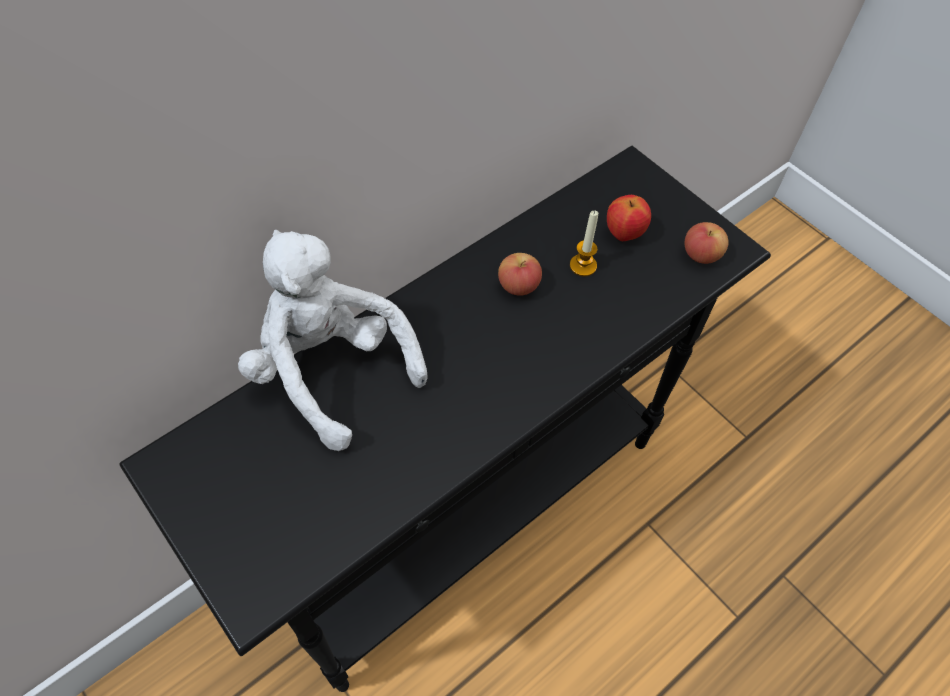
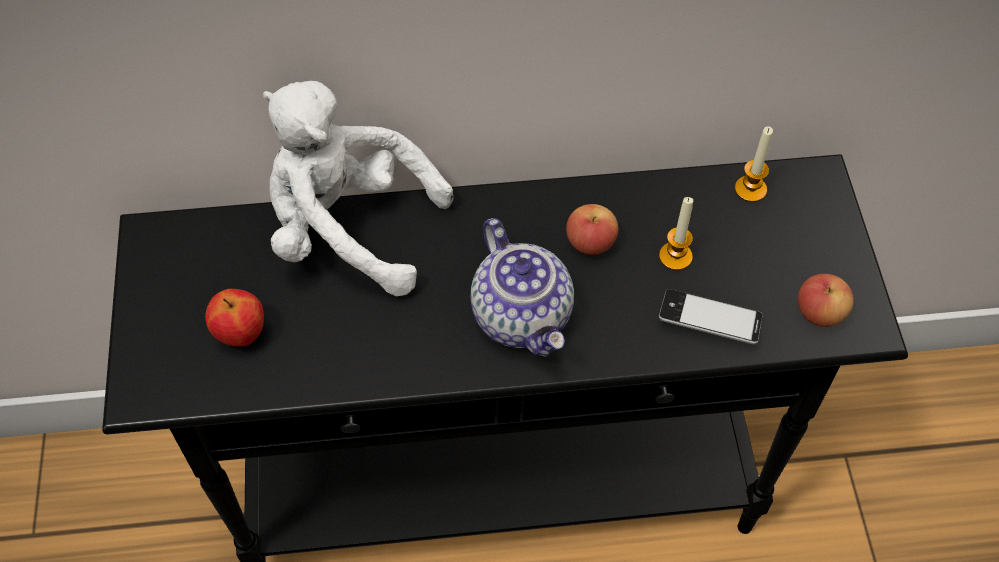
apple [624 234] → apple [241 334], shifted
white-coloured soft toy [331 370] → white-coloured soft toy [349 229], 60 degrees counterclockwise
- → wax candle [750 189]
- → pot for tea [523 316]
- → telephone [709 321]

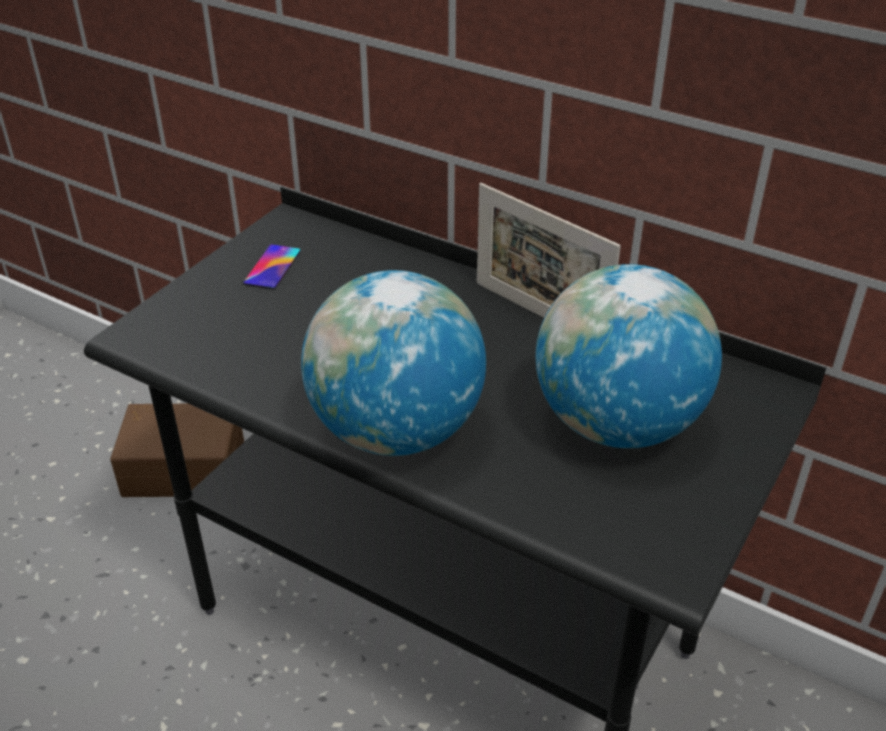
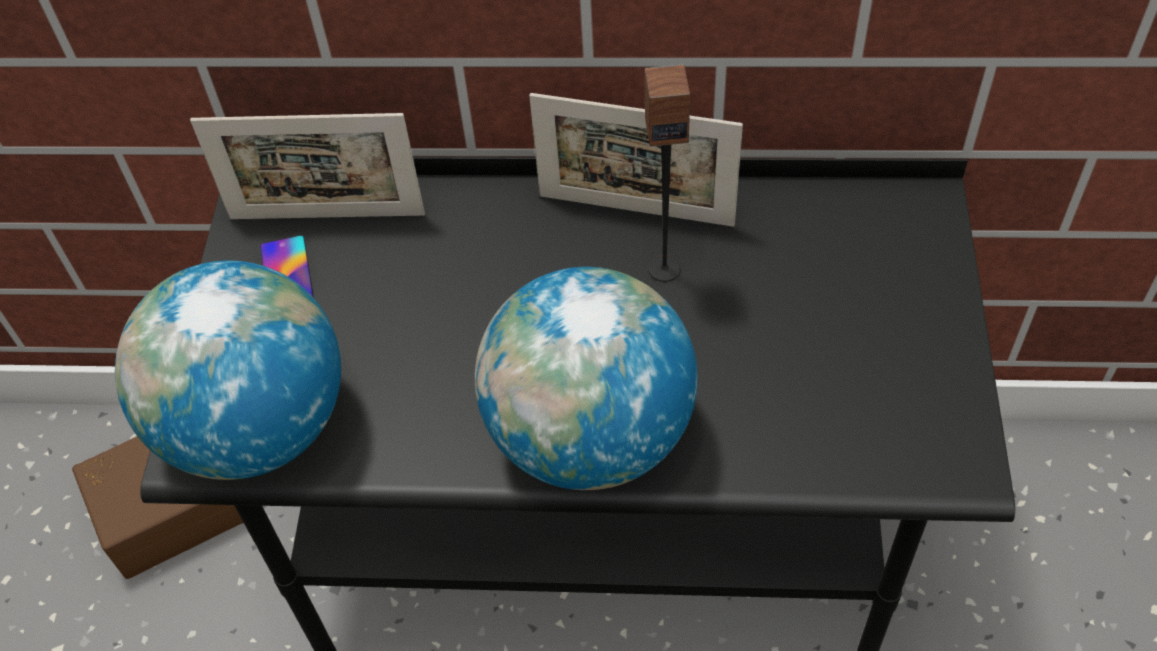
world globe [617 424] → world globe [256 427], shifted
- → audio speaker [664 267]
- → picture frame [327 216]

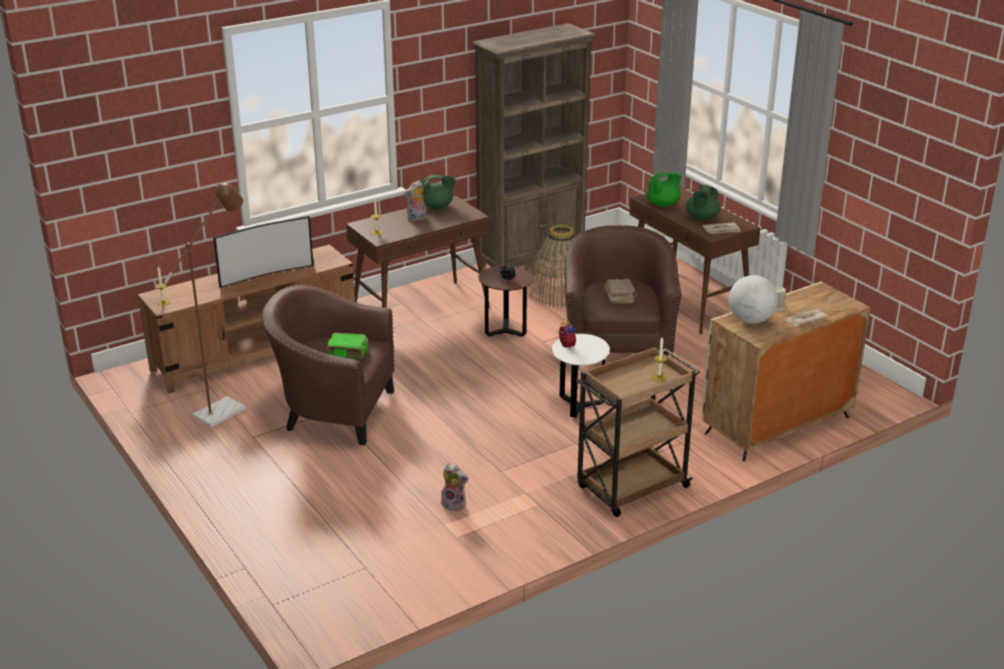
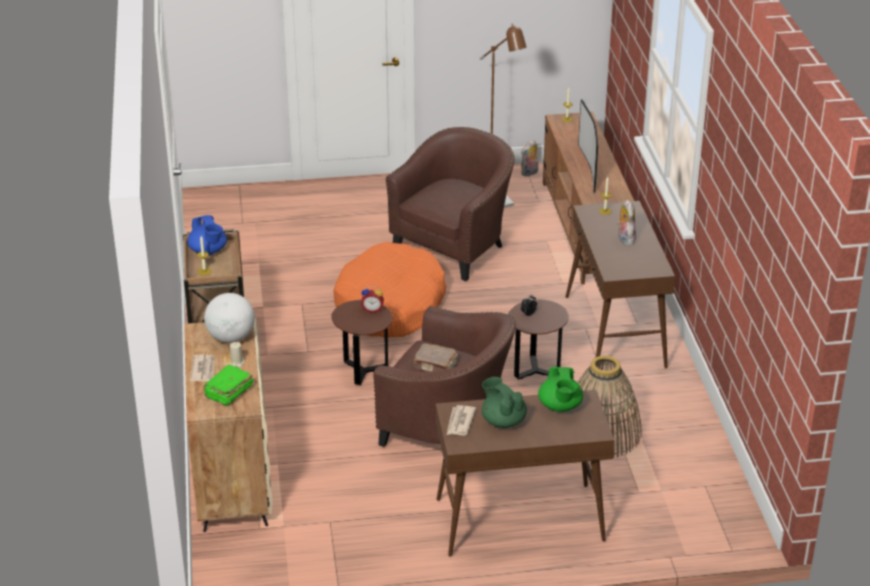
brown-coloured shelving unit [532 260] → -
greenish pot for tea [437 207] → -
greenish volume [348 352] → greenish volume [228 392], shifted
white-coloured side table [578 406] → brown-coloured side table [363 371]
soft toy [455 504] → soft toy [529 173], shifted
- → blue pot for tea [208 251]
- → orange-coloured dog bed [390 306]

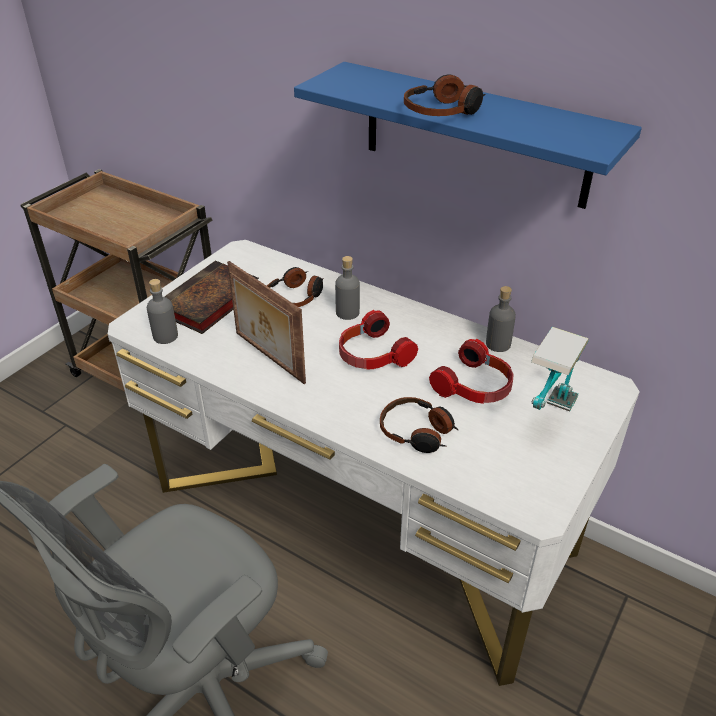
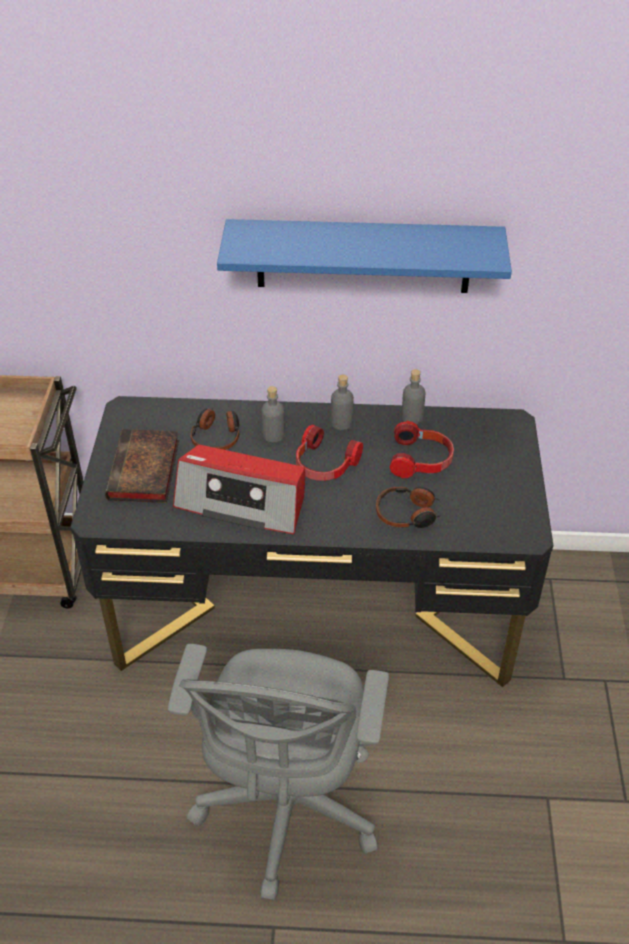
headphones [443 111] → -
white-coloured desk table [359 519] → black-coloured desk table [314 613]
picture frame [268 358] → radio [243 501]
gray drink bottle [165 336] → gray drink bottle [341 422], shifted
table lamp [548 425] → -

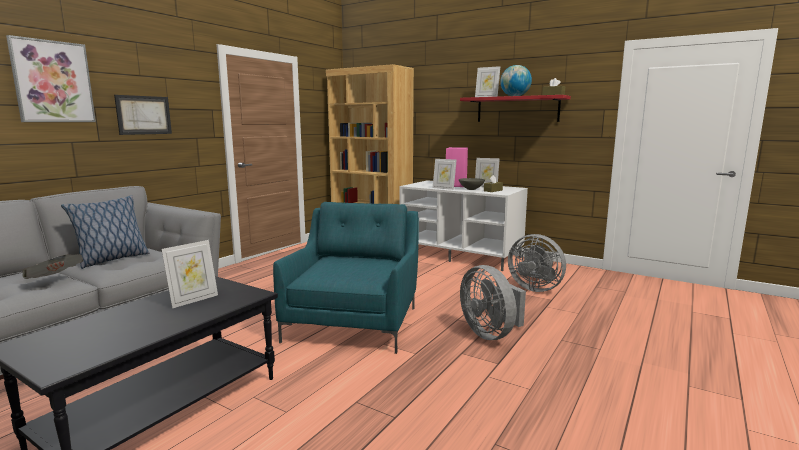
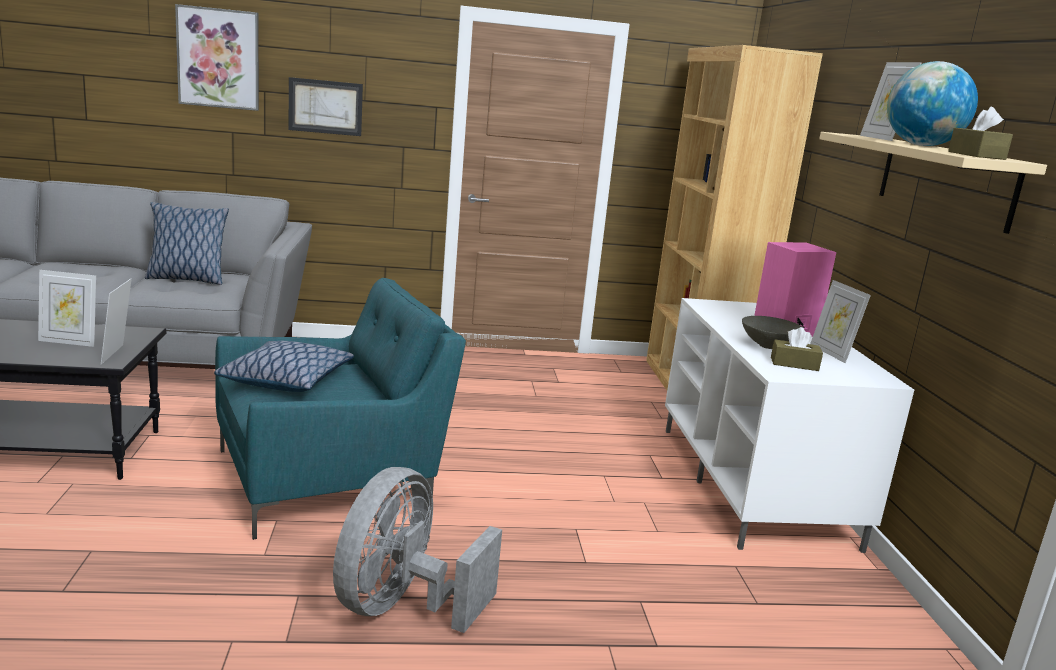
red-coloured bracket shelf [517 109] → beige bracket shelf [944 180]
picture frame [444 188] → picture frame [118 354], shifted
gray fan [535 288] → -
printed paper [55 280] → -
- → throw pillow [286 380]

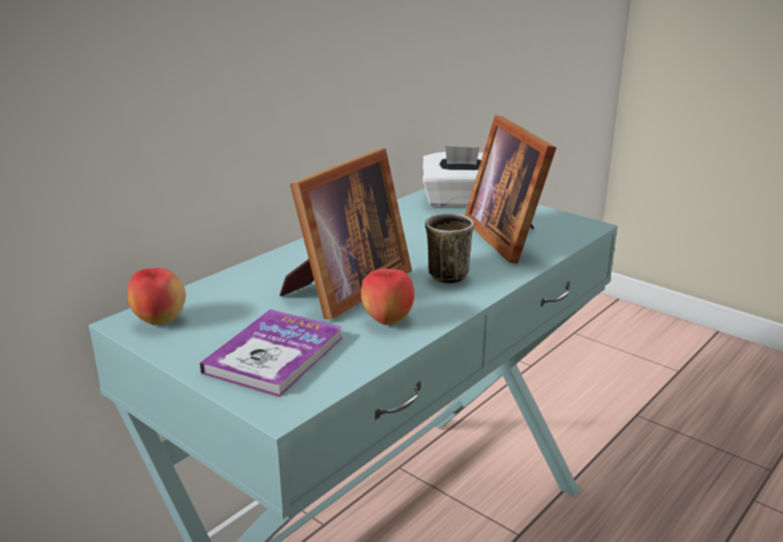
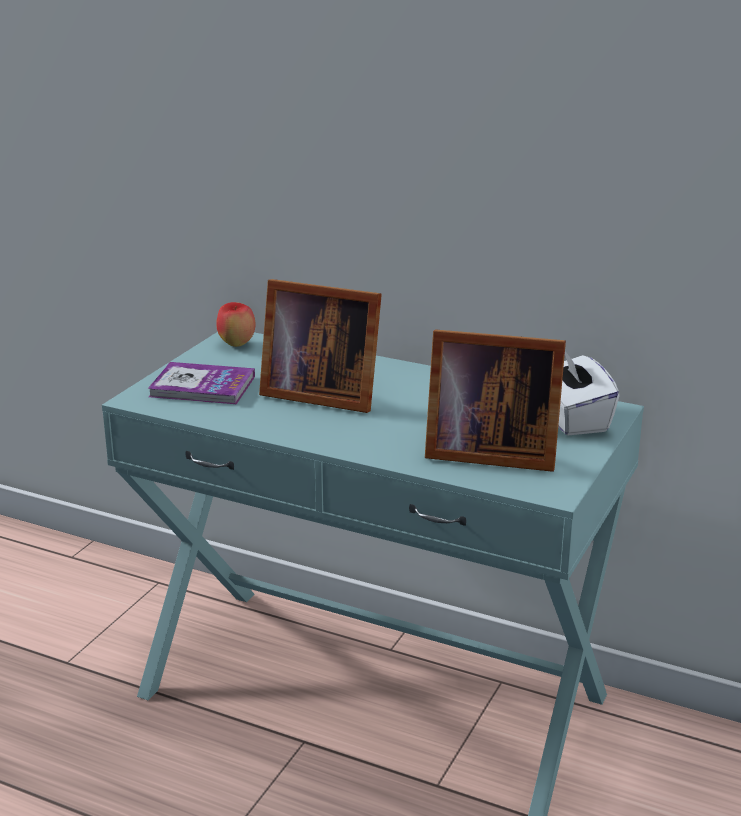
picture frame [509 236] → picture frame [487 451], 135 degrees counterclockwise
mug [445 273] → -
apple [388 321] → -

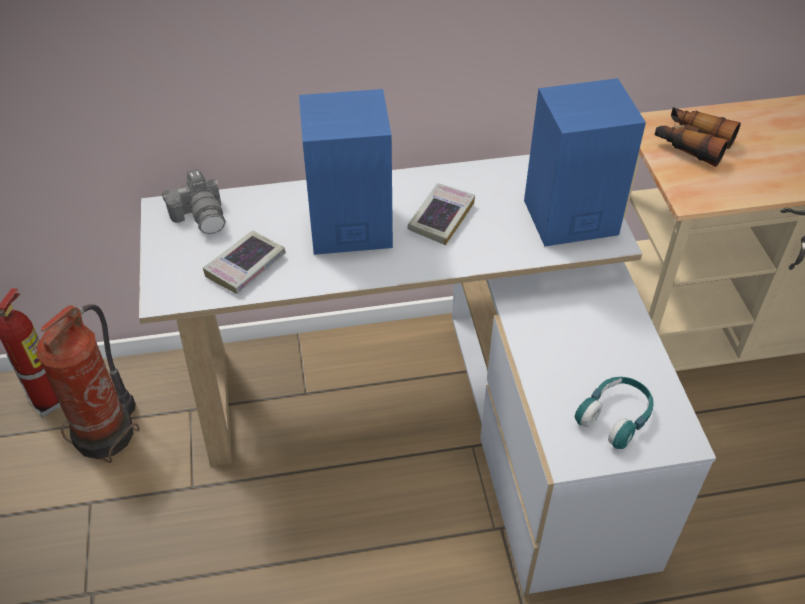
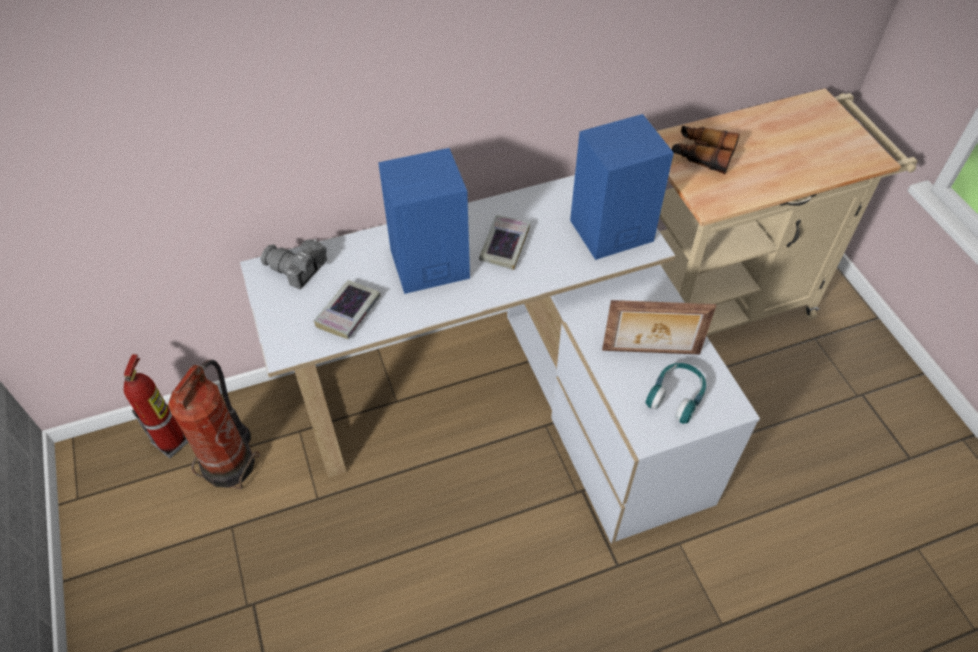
still camera [201 215] → still camera [297 270], 150 degrees clockwise
- → picture frame [651 353]

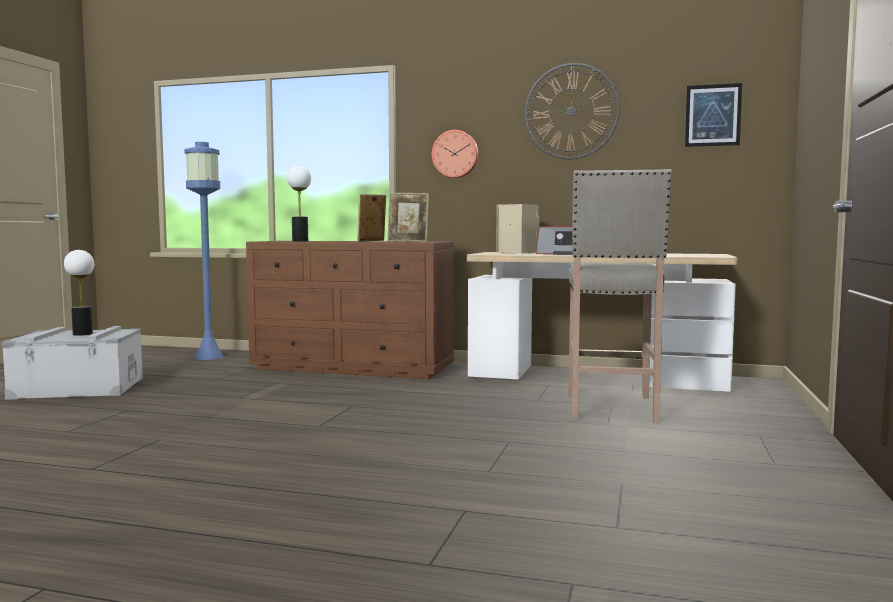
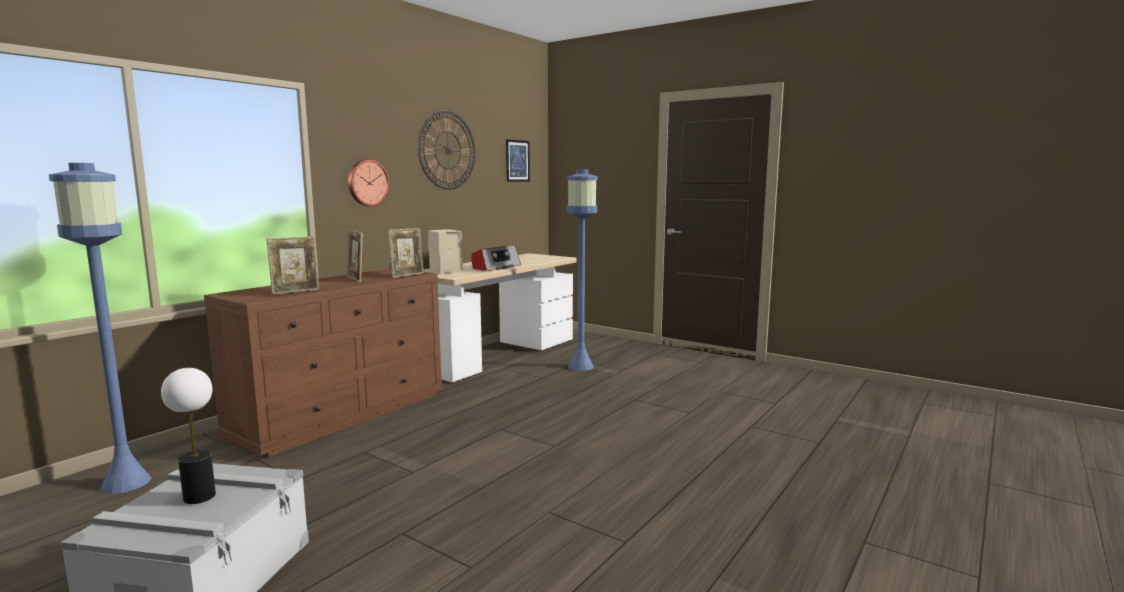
table lamp [300 241] → picture frame [295 292]
beige sitting stool [611 408] → blue standing lamp [581 367]

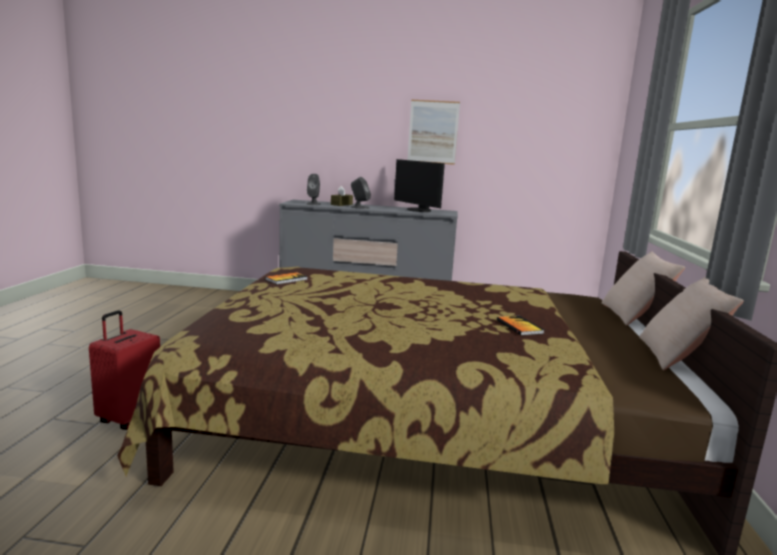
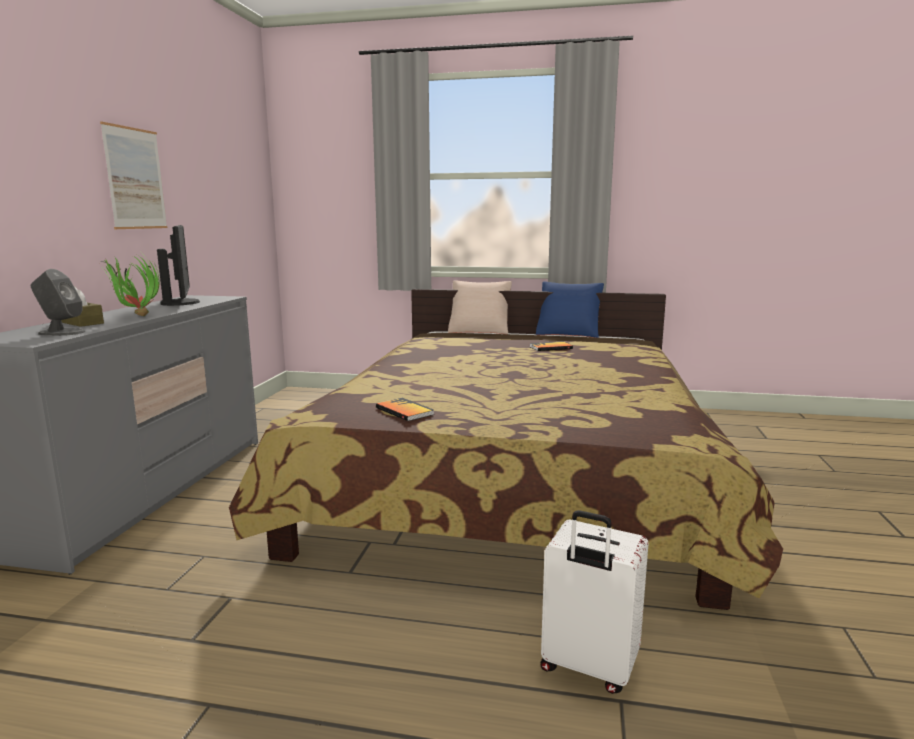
monitor [418 210] → monitor [182 303], 75 degrees counterclockwise
gray audio speaker [359 207] → houseplant [135 317]
beige throw pillow [678 356] → blue throw pillow [568 333]
red-coloured travel case [129 417] → white-coloured travel case [587 668]

